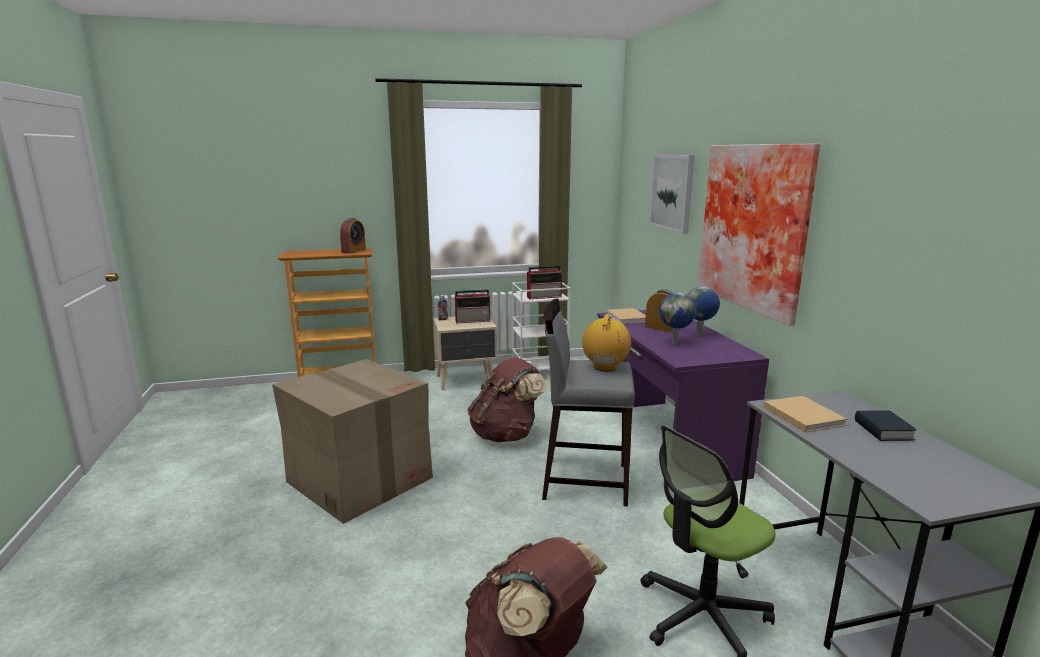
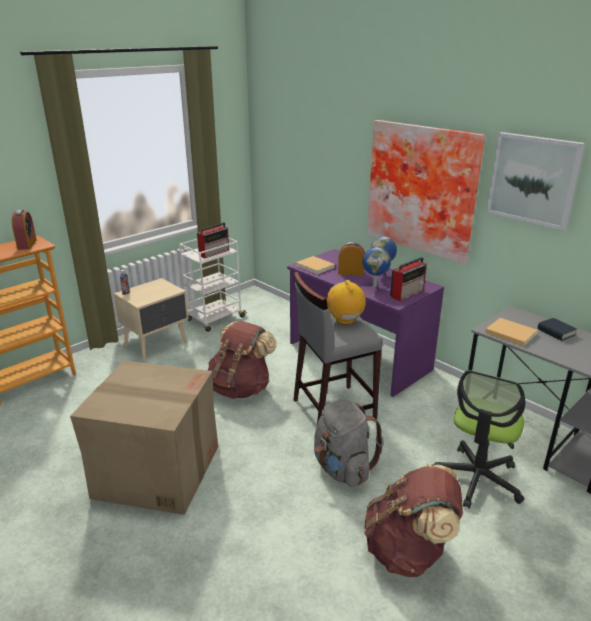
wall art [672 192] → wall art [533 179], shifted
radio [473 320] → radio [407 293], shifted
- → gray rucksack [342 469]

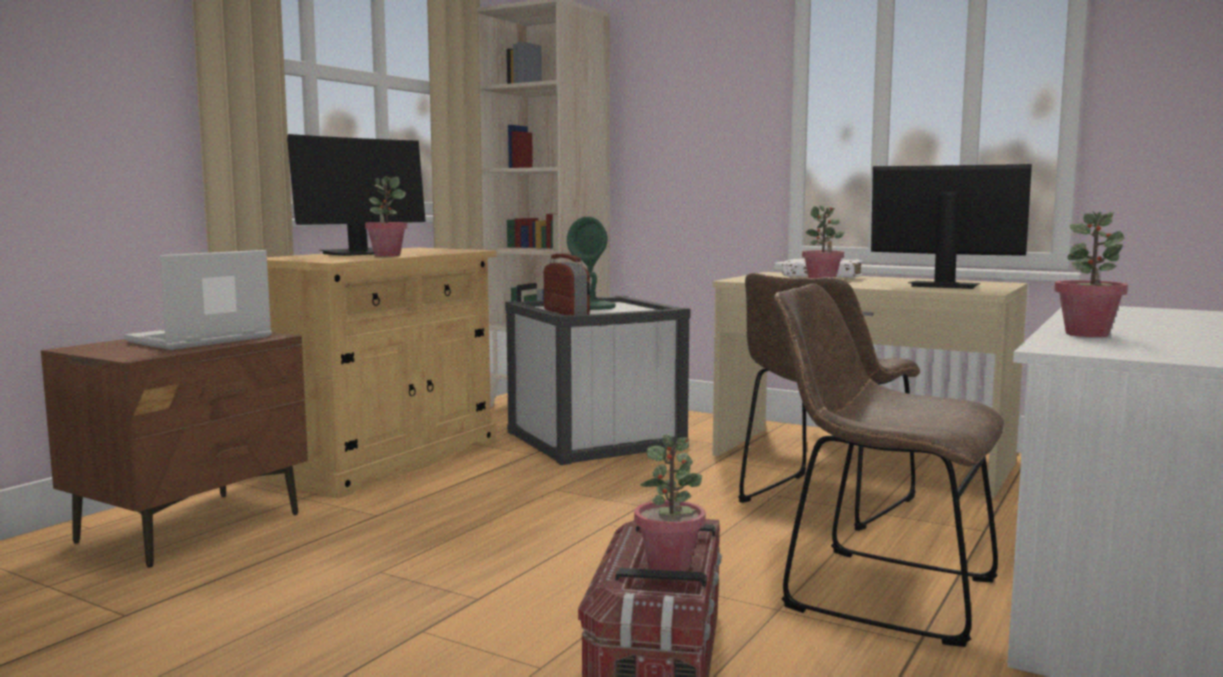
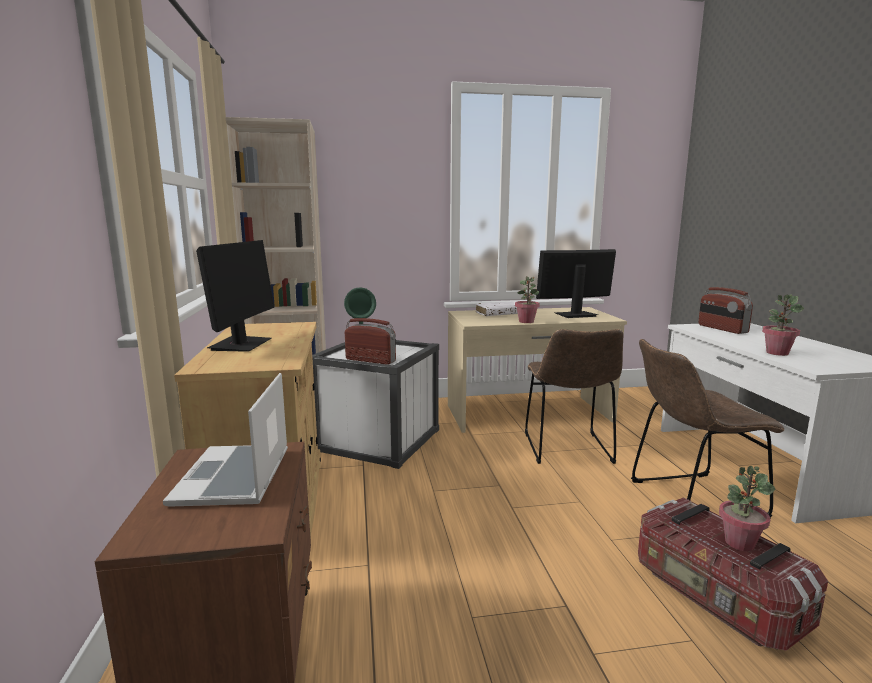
houseplant [387 255] → -
- → radio [722 329]

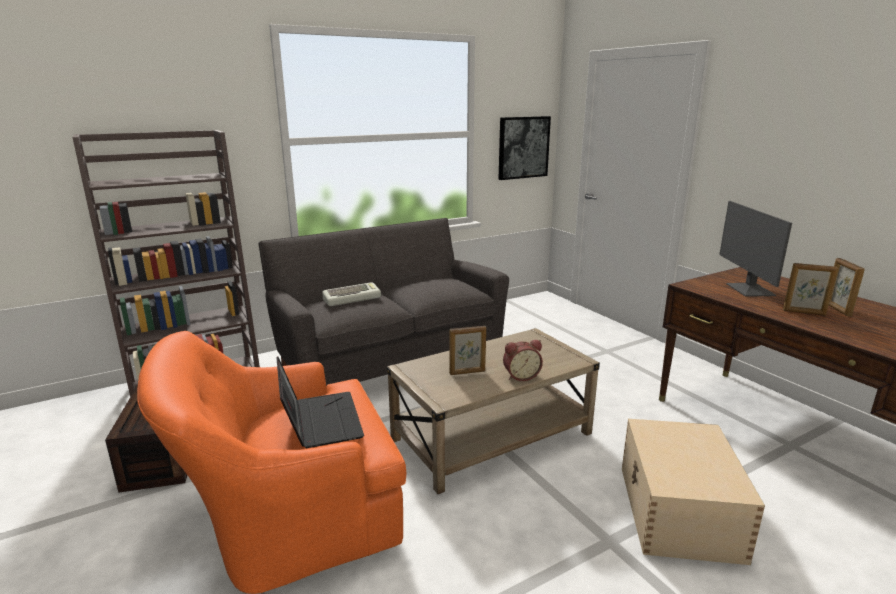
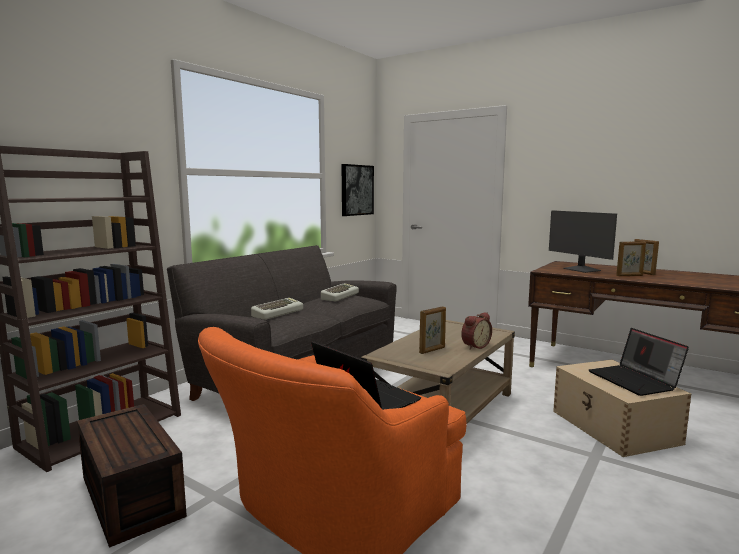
- → keyboard [339 296]
- → laptop [635 381]

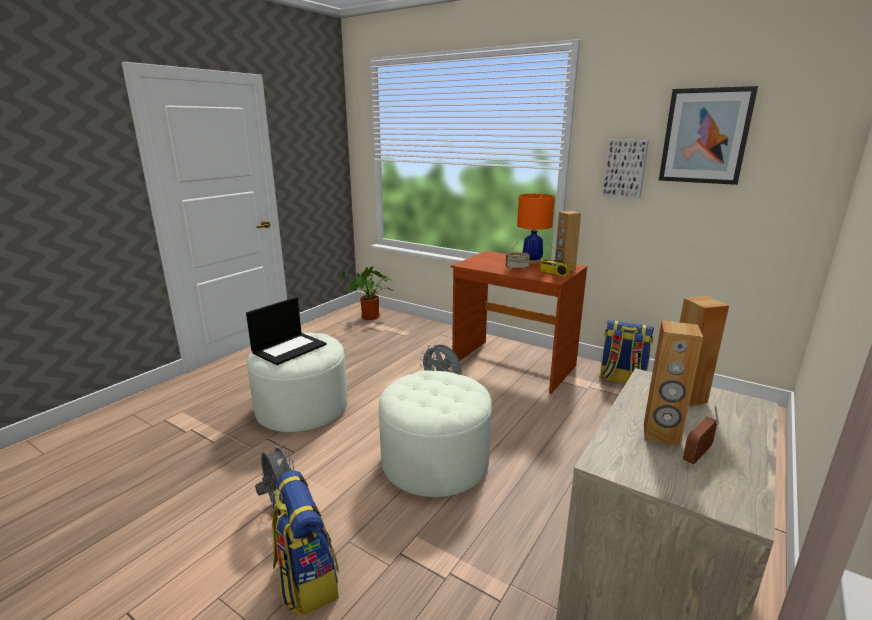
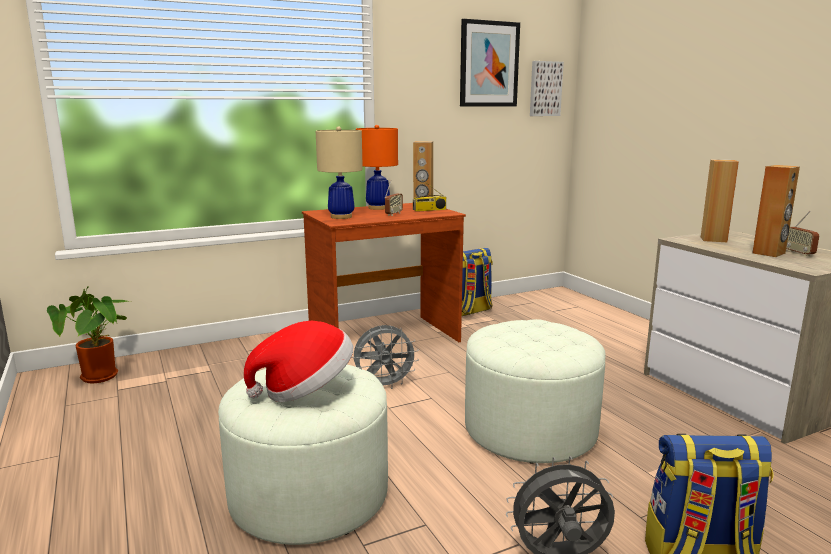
wall art [625 168] → wall art [544 89], shifted
laptop [289 348] → wearable hat [305 390]
- → beige table lamp [341 217]

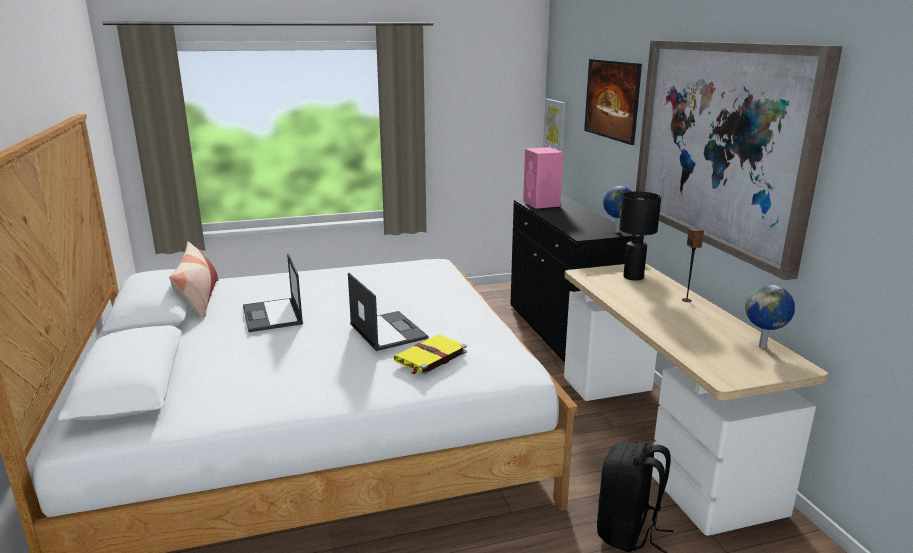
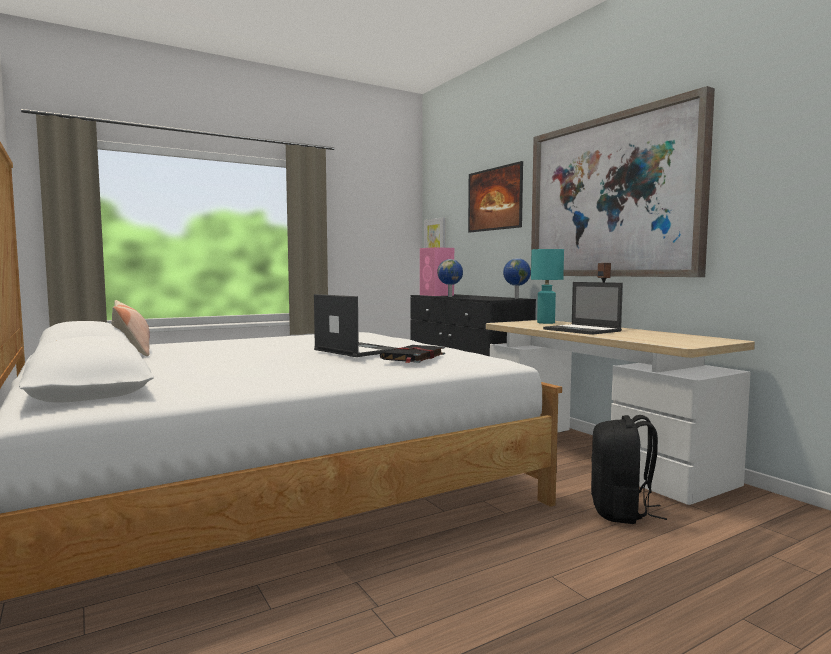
black-coloured table lamp [633 277] → turquoise-coloured table lamp [545 323]
laptop [273 315] → laptop [582 330], shifted
world globe [763 346] → world globe [450 297], shifted
yellowish volume [430 357] → black-coloured volume [413 357]

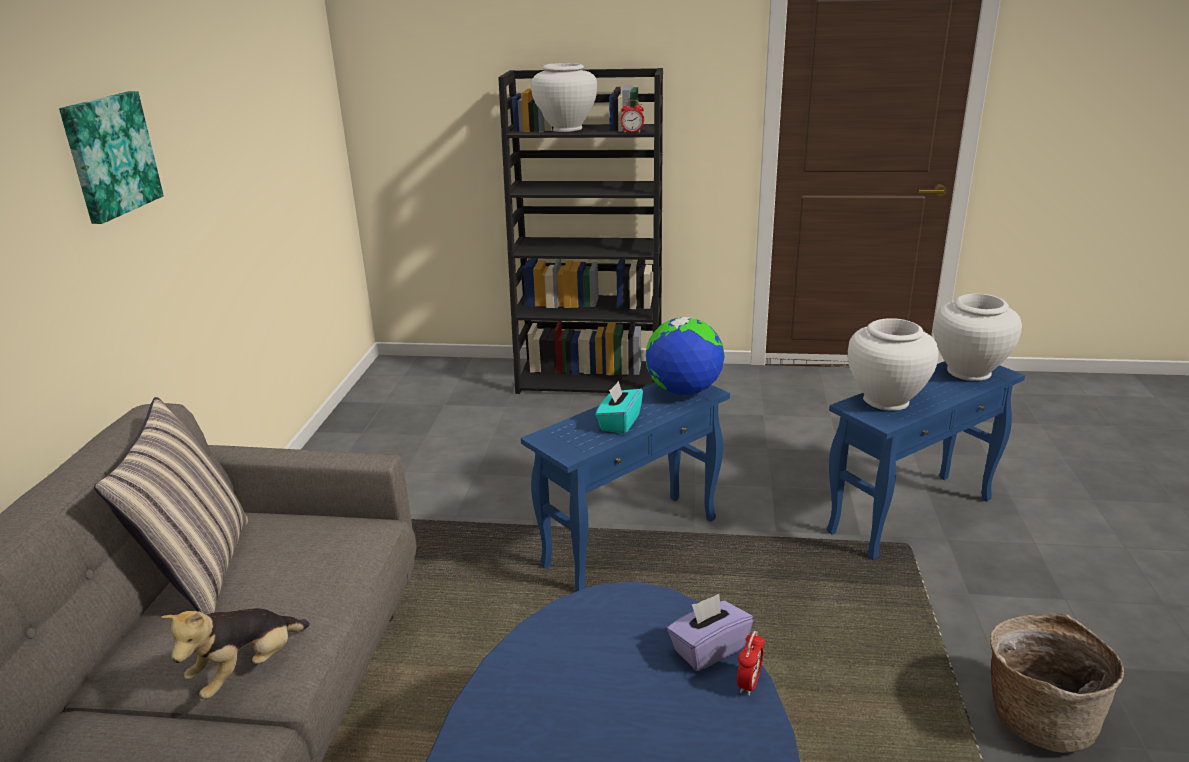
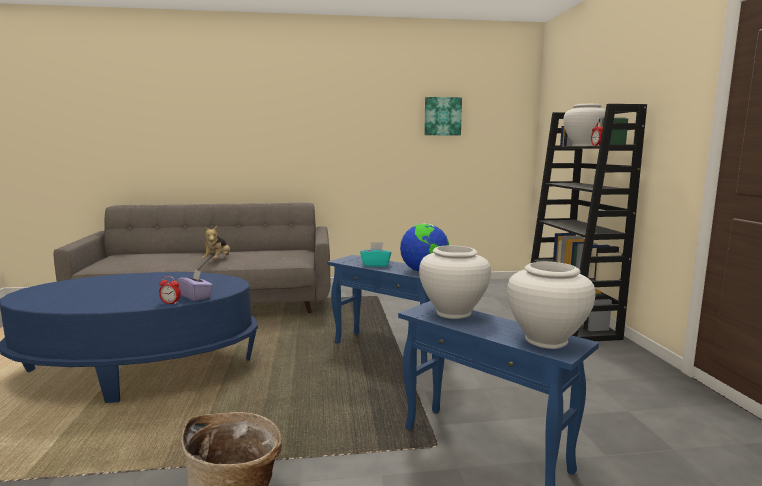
wall art [109 155] → wall art [442 116], shifted
throw pillow [200 569] → -
soft toy [247 670] → soft toy [218 260], 105 degrees counterclockwise

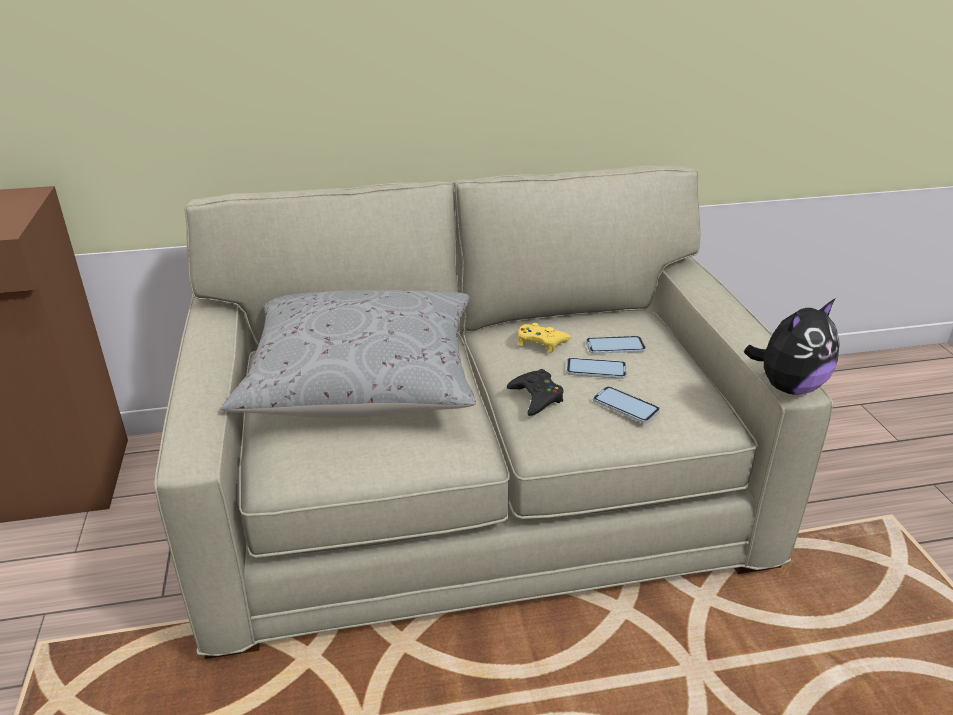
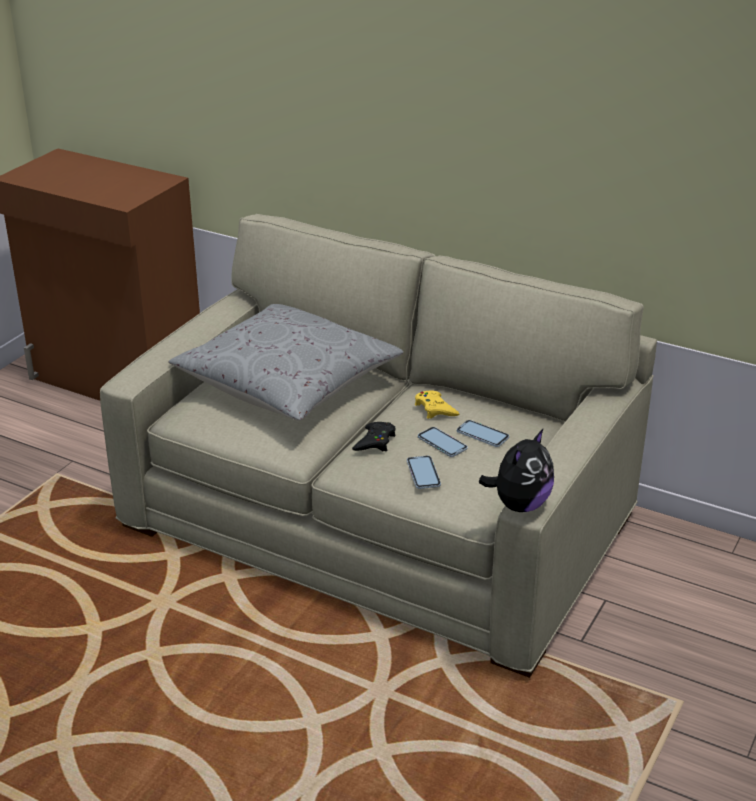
soft toy [788 387] → soft toy [519 504], 60 degrees counterclockwise

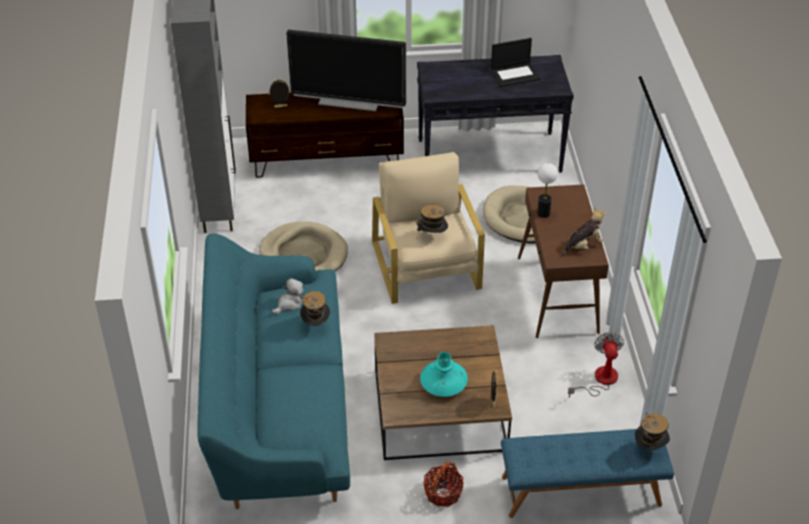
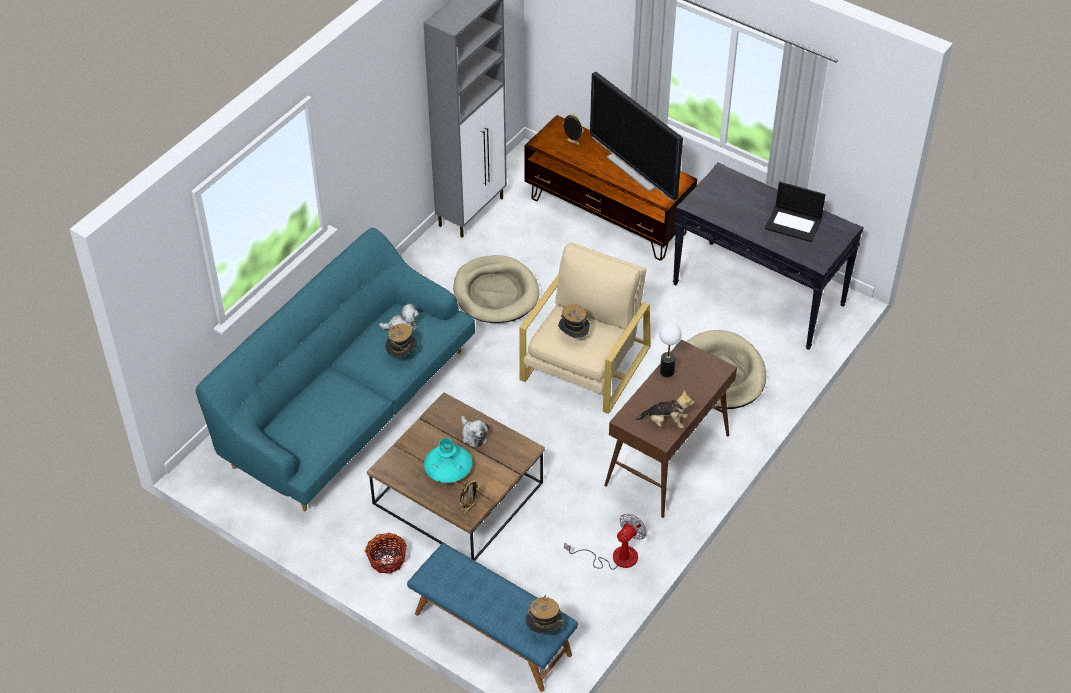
- → soft toy [473 435]

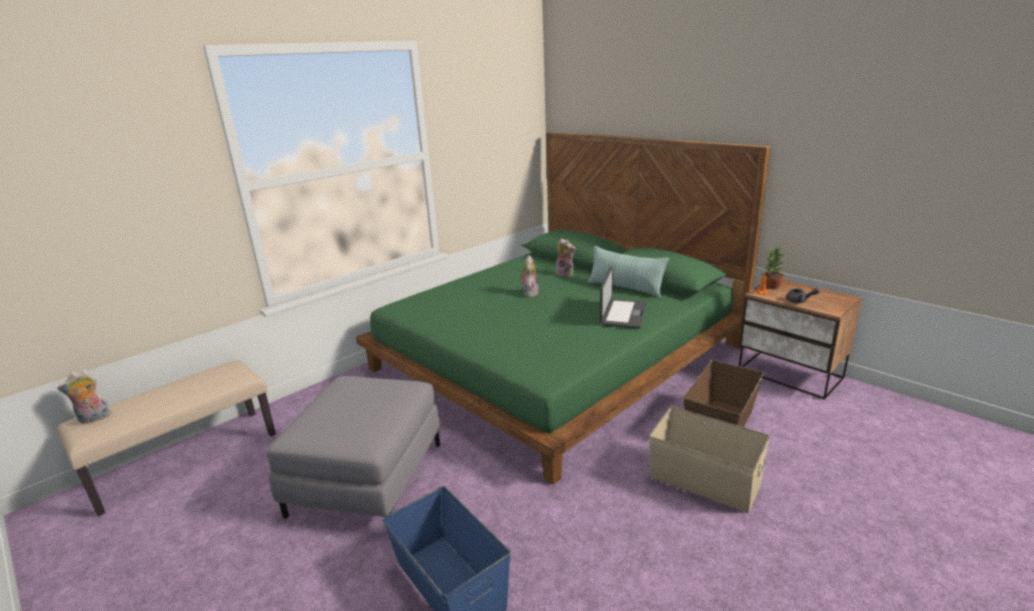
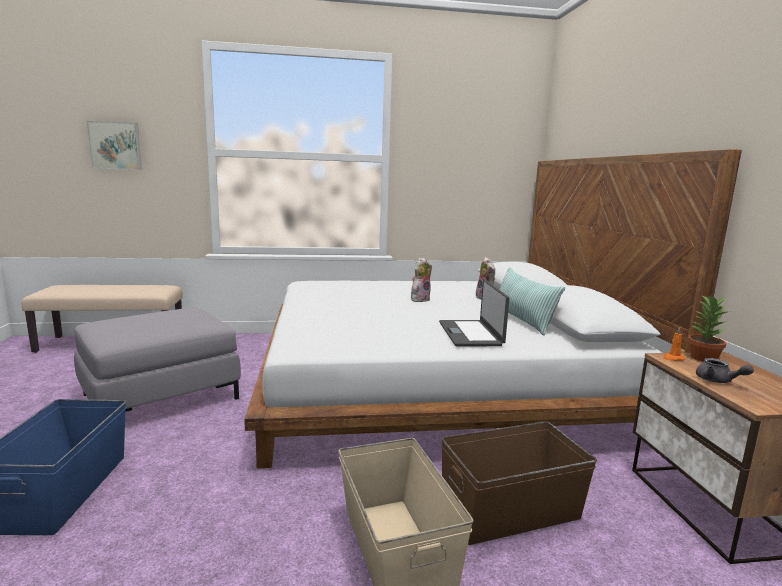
greenish bed [554 357] → white-coloured bed [434 380]
laptop [623 314] → laptop [471 333], 120 degrees clockwise
soft toy [94 419] → -
- → wall art [115 146]

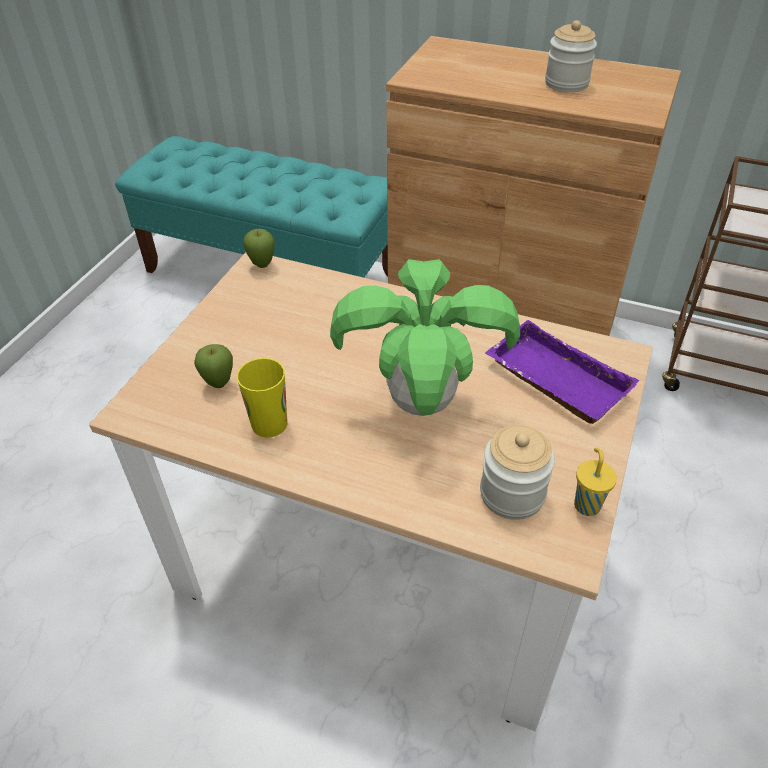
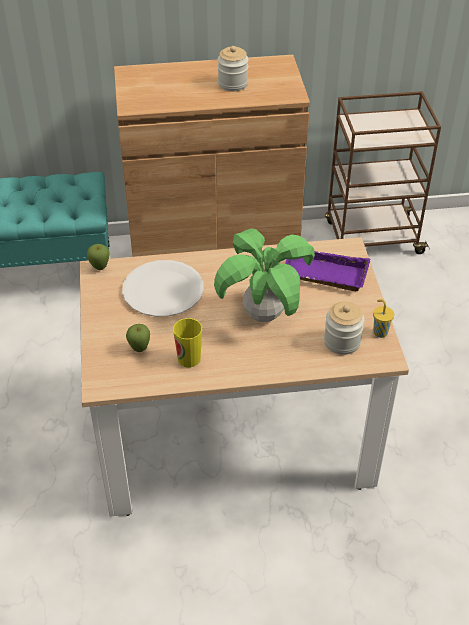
- → white-coloured dinner plate [163 290]

